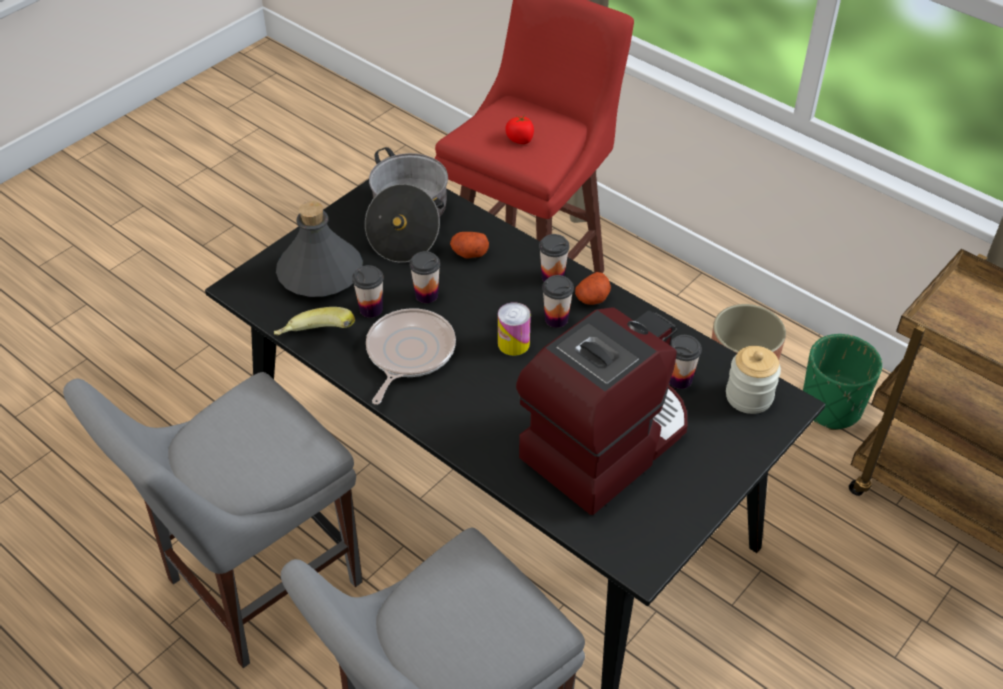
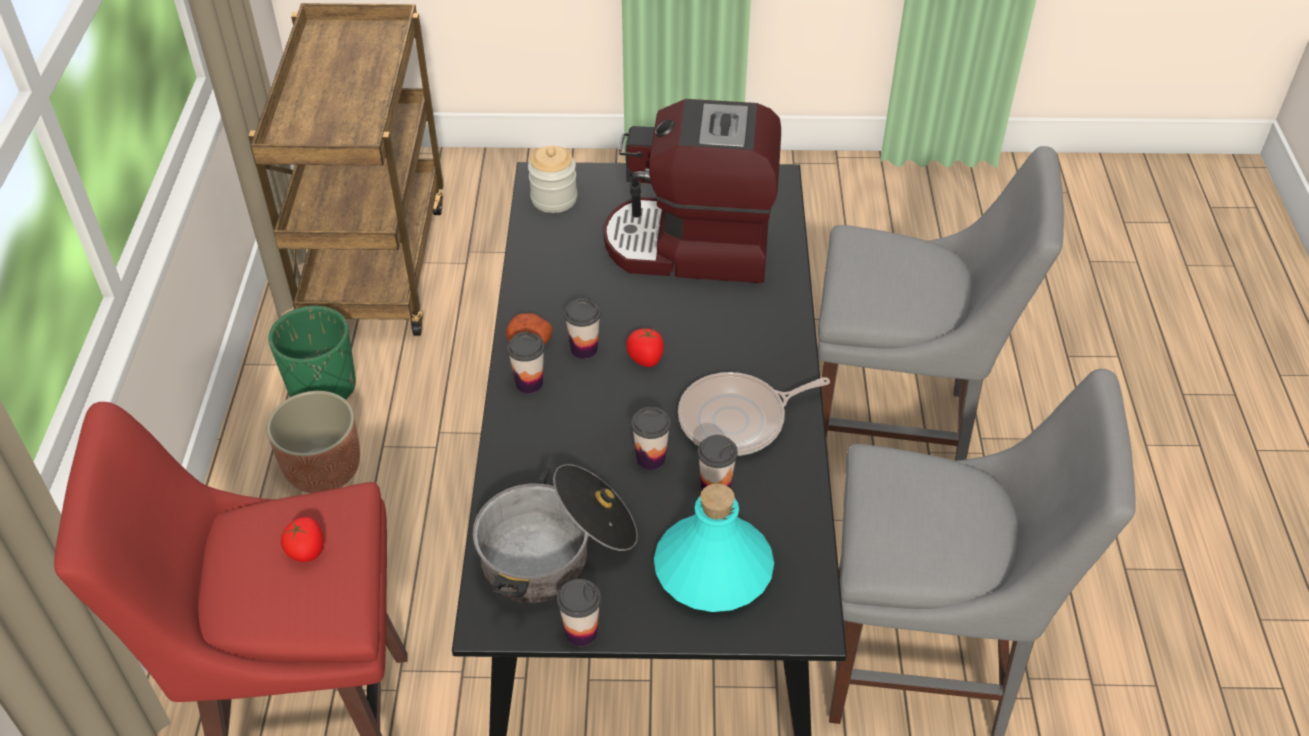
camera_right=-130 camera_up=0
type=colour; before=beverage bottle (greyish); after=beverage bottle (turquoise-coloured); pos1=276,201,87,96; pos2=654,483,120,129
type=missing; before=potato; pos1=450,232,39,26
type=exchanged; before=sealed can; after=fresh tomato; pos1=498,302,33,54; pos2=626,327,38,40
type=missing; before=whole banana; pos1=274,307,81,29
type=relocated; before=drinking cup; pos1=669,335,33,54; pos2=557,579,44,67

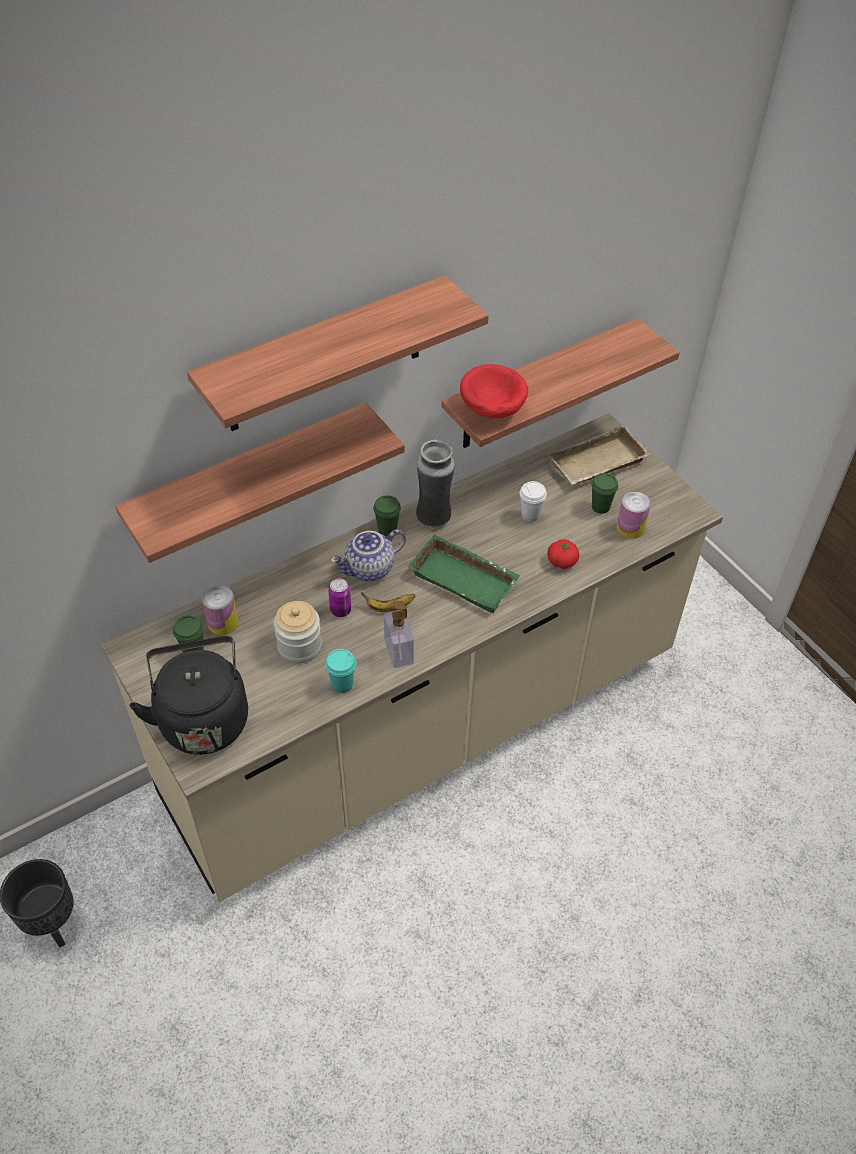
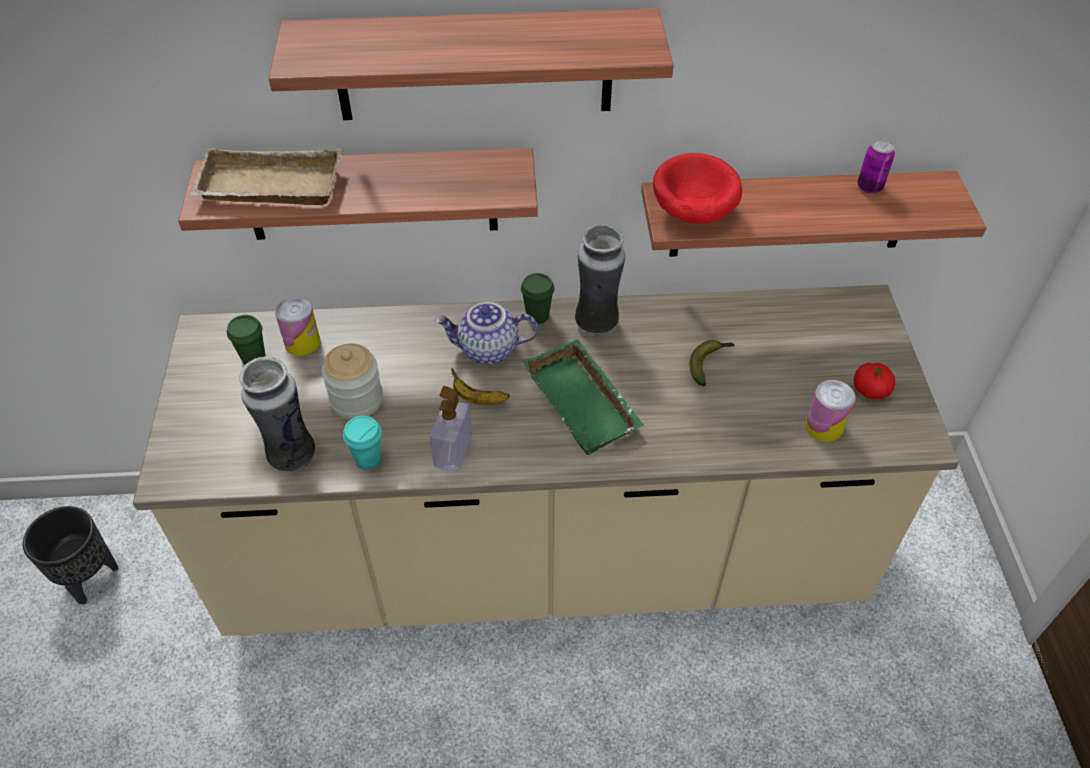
camera_right=30 camera_up=0
type=relocated; before=carrying tray (sand-coloured); pos1=547,424,103,61; pos2=189,148,152,57
type=missing; before=drinking cup (green-coloured); pos1=591,473,27,41
type=exchanged; before=drinking cup (white); after=whole banana; pos1=520,481,27,41; pos2=690,340,44,46
type=relocated; before=fresh tomato; pos1=547,539,32,30; pos2=854,363,41,36
type=relocated; before=sealed can; pos1=328,579,23,38; pos2=858,139,37,54
type=missing; before=water kettle (blackish); pos1=129,636,119,119
type=appeared; after=vase; pos2=239,356,76,116

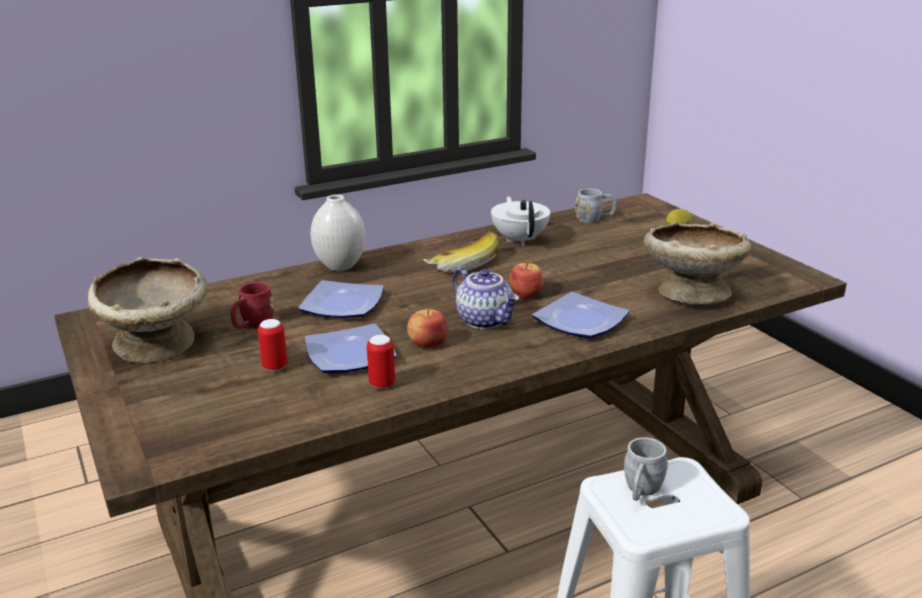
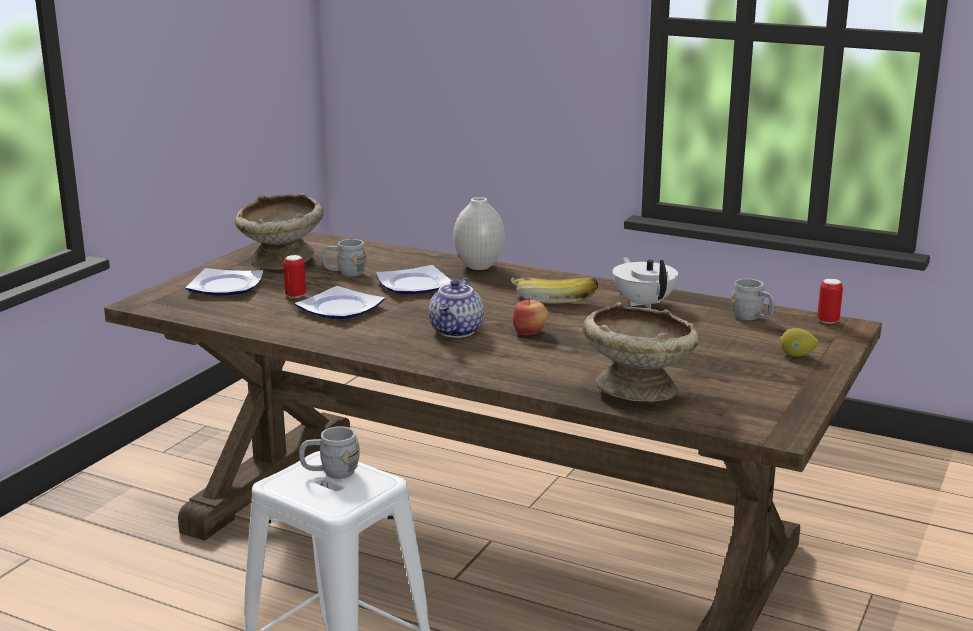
camera_right=55 camera_up=-5
type=spun; before=teapot (white); pos1=491,196,59,49; pos2=613,257,65,51; turn=-60
type=colour; before=tea mug (reddish); after=tea mug (greyish); pos1=230,282,44,47; pos2=322,239,45,38
type=relocated; before=plate; pos1=532,292,97,46; pos2=186,268,78,28
type=missing; before=apple fruit; pos1=407,308,41,40
type=relocated; before=sealed can; pos1=367,335,28,54; pos2=817,278,26,46

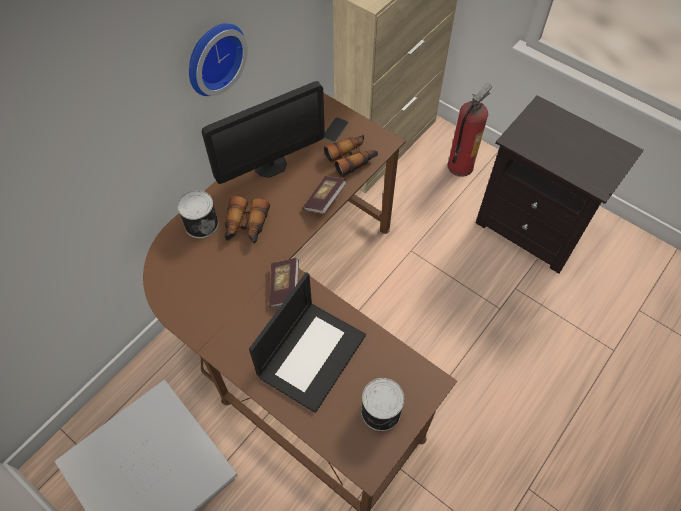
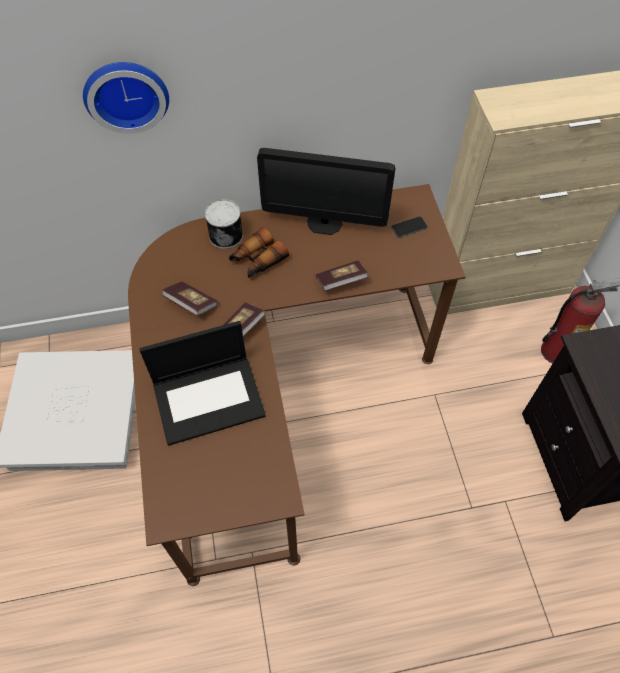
camera_right=40 camera_up=0
type=relocated; before=hanging clock; pos1=189,23,59,73; pos2=83,62,86,72
type=missing; before=binoculars; pos1=324,135,54,42
type=missing; before=sealed can; pos1=361,378,44,53
type=appeared; after=volume; pos2=162,282,56,34

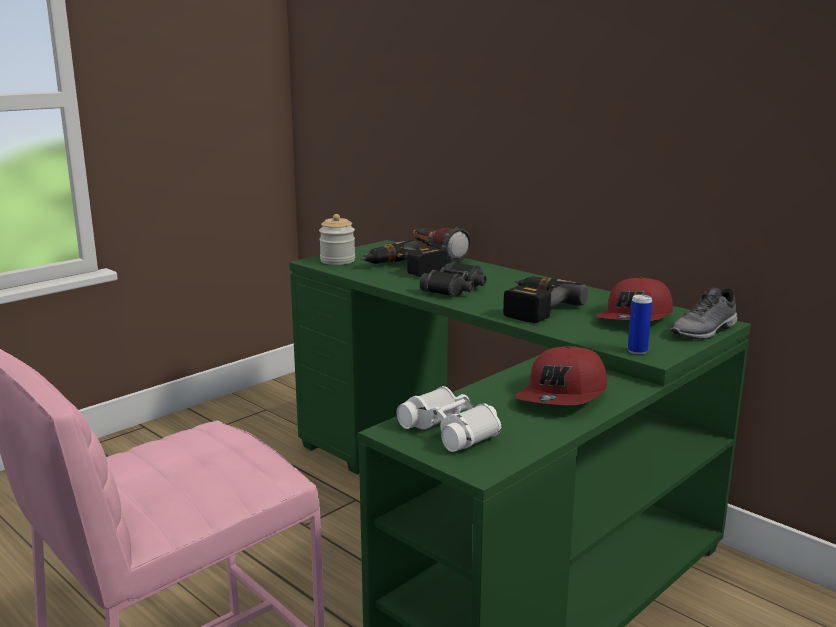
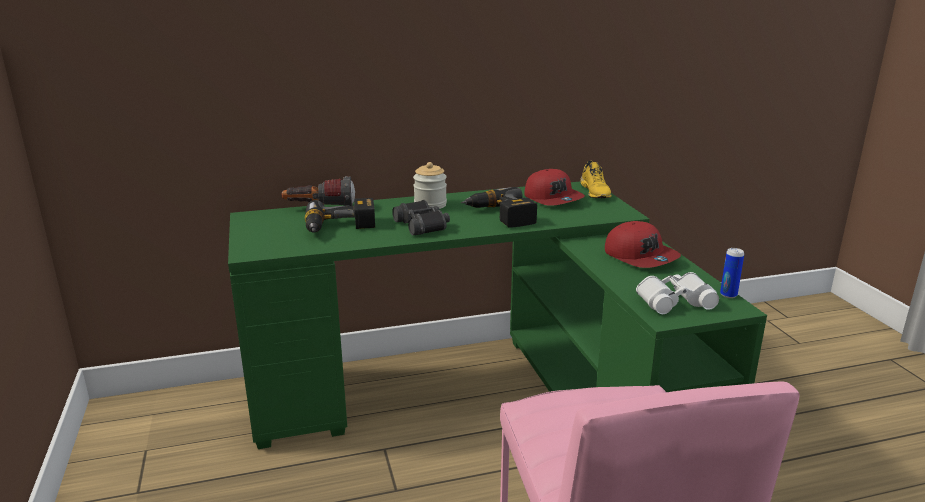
camera_right=-60 camera_up=5
type=relocated; before=preserve jar; pos1=319,214,36,51; pos2=413,162,34,47
type=colour; before=low shoe (greyish); after=low shoe (yellow); pos1=670,287,68,53; pos2=580,161,32,37
type=relocated; before=sealed can; pos1=628,294,24,60; pos2=720,248,24,50

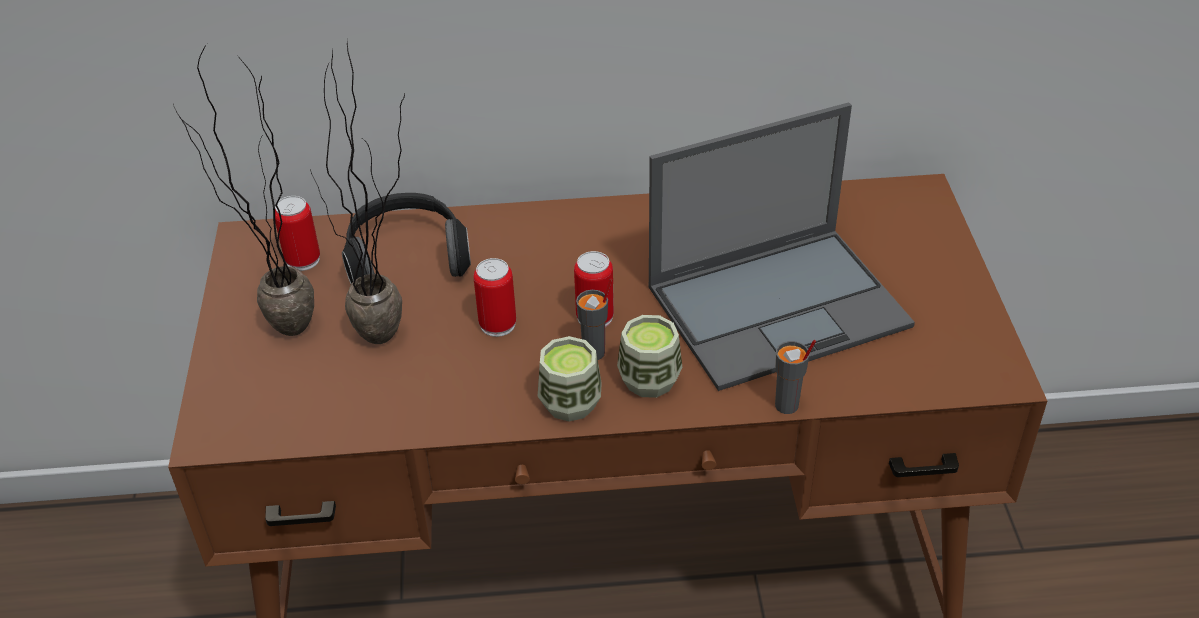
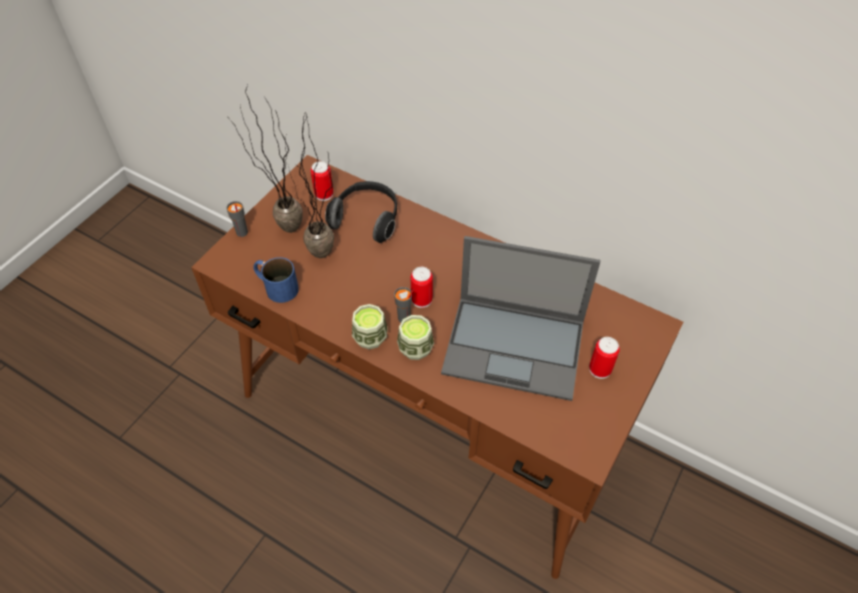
camera_right=35 camera_up=10
type=relocated; before=sealed can; pos1=474,258,42,79; pos2=589,337,31,42
type=relocated; before=drinking cup (greyish); pos1=775,340,41,74; pos2=226,201,22,36
type=appeared; after=tea mug (bluish); pos2=253,257,46,46

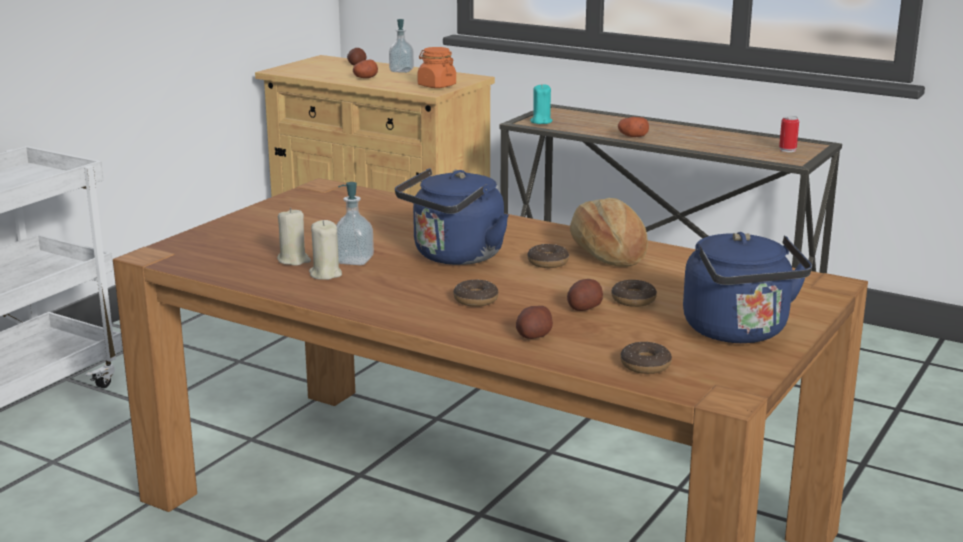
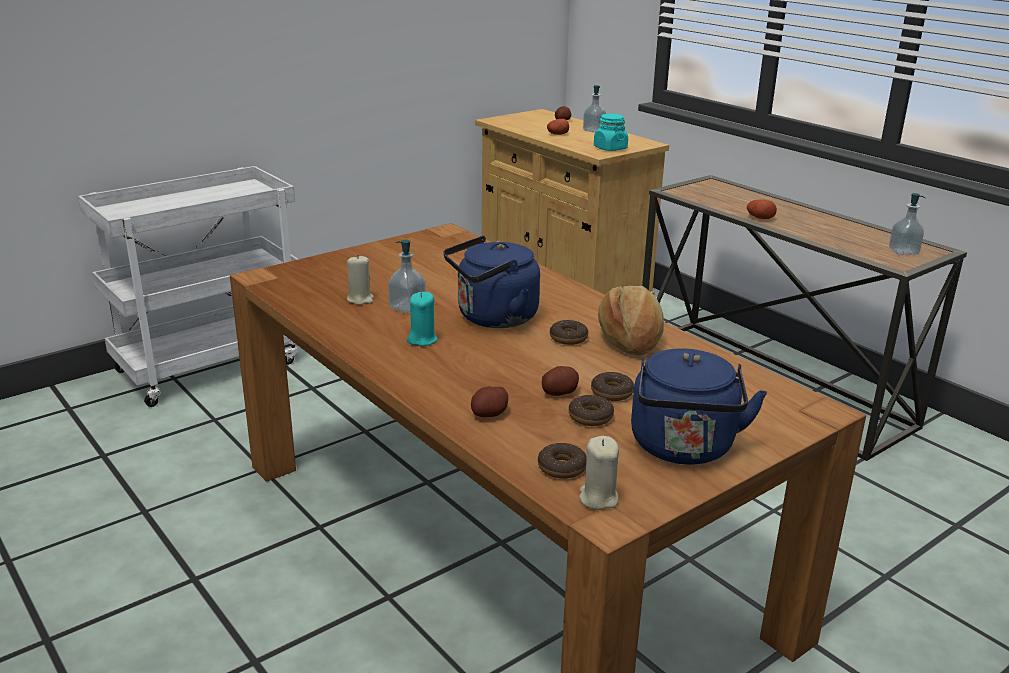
camera_right=20 camera_up=5
type=colour; before=preserve jar (orangey); after=preserve jar (turquoise-coloured); pos1=417,47,39,41; pos2=594,114,34,37
type=relocated; before=candle (turquoise-coloured); pos1=530,84,22,40; pos2=407,292,31,54
type=exchanged; before=sealed can; after=soap bottle; pos1=779,116,20,36; pos2=889,193,37,62
type=relocated; before=candle (sand-coloured); pos1=309,220,33,60; pos2=579,436,40,74
type=relocated; before=ring doughnut; pos1=453,279,45,28; pos2=569,395,45,31

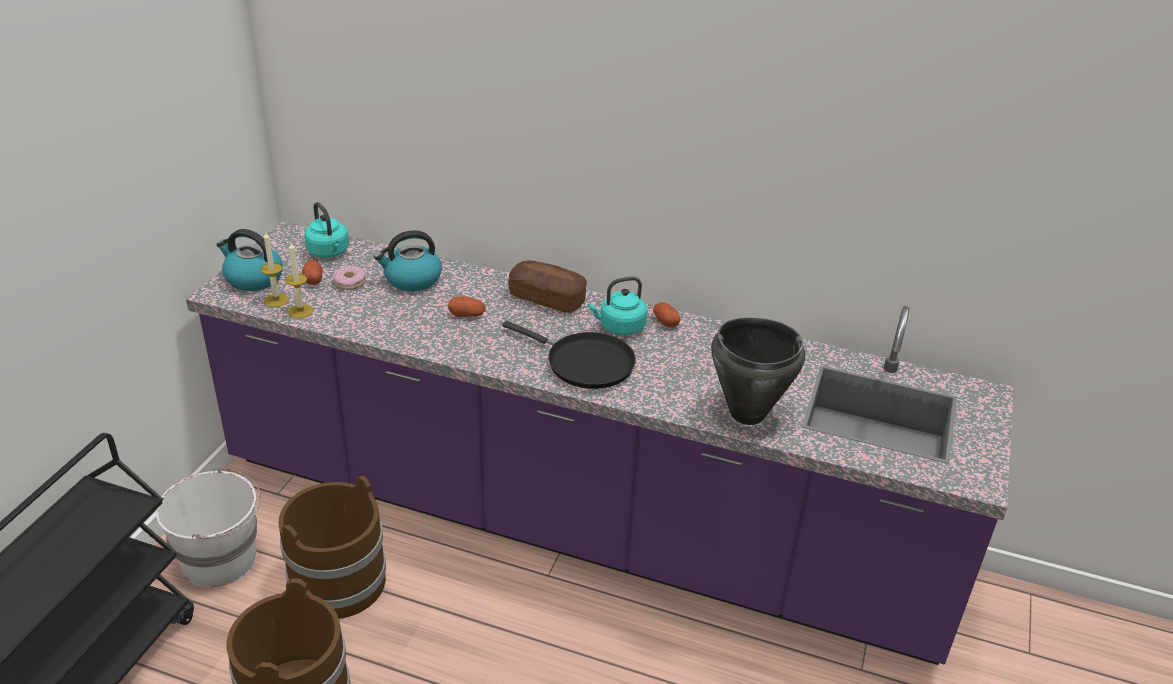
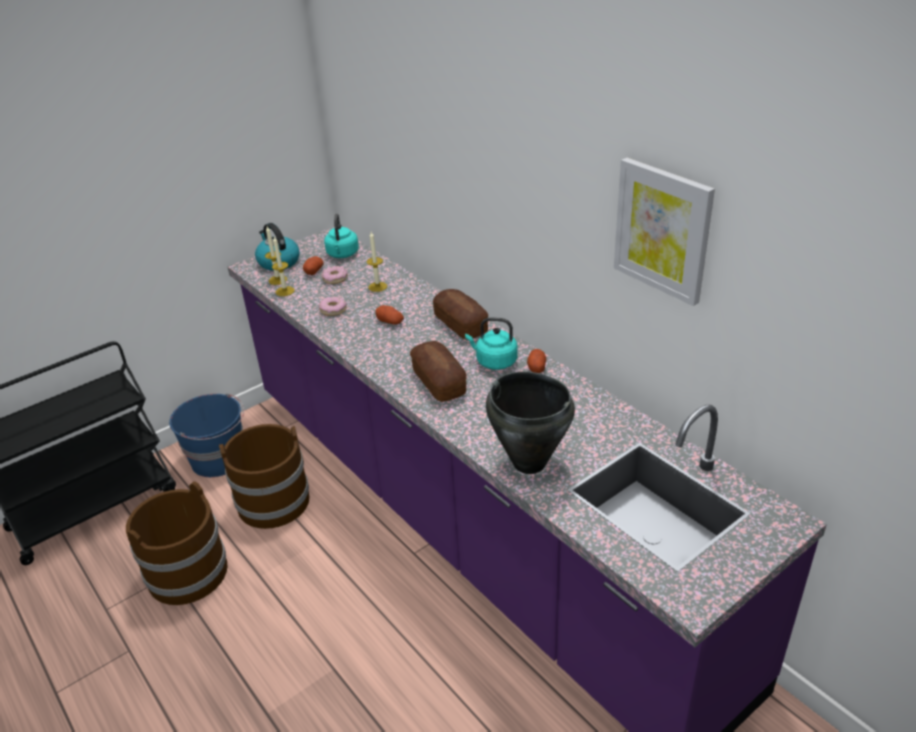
camera_right=35 camera_up=0
type=exchanged; before=water kettle; after=candle; pos1=374,230,68,62; pos2=367,232,20,60
type=exchanged; before=frying pan (blackish); after=bread; pos1=502,321,134,68; pos2=410,341,57,61
type=colour; before=water bucket (white); after=water bucket (bluish); pos1=156,468,105,119; pos2=169,393,75,84
type=appeared; after=wall picture; pos2=614,158,101,148
type=appeared; after=ring doughnut; pos2=319,296,28,20

